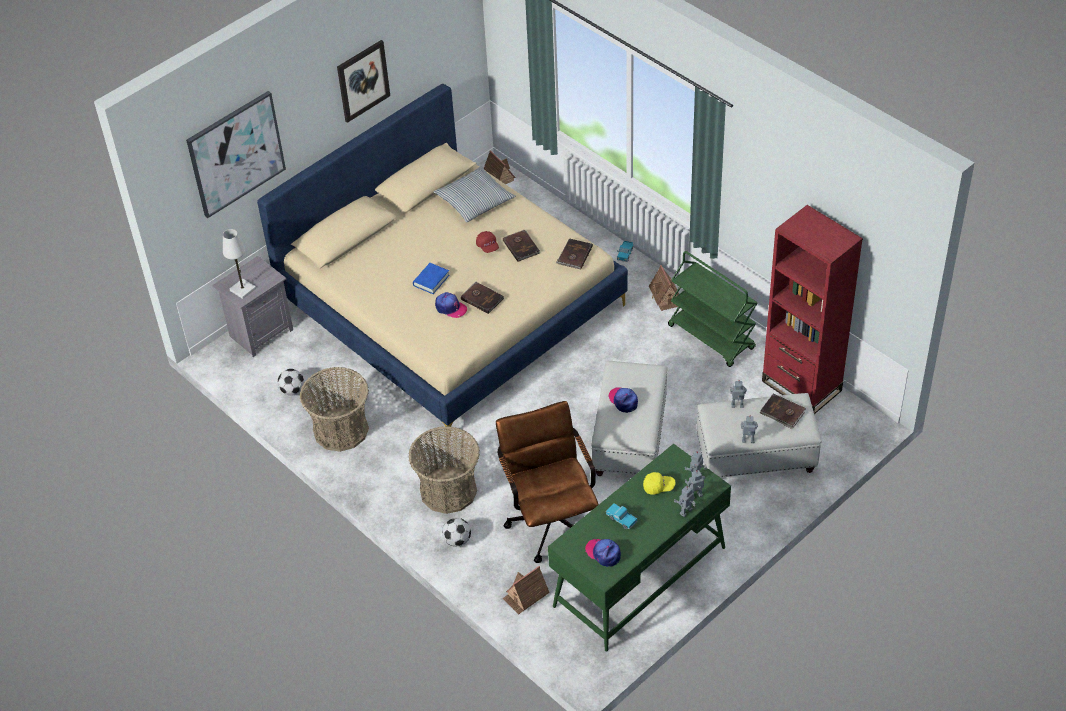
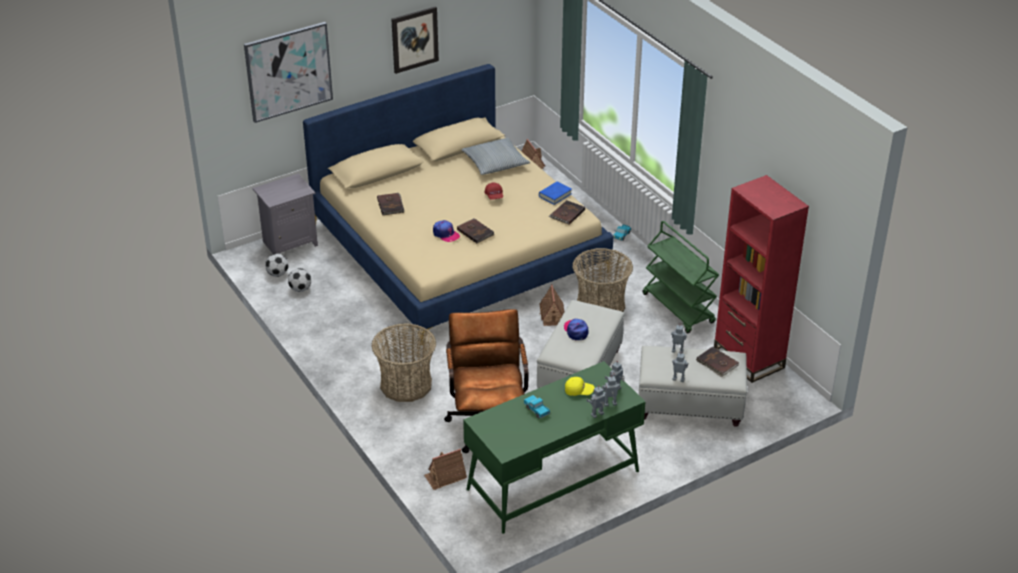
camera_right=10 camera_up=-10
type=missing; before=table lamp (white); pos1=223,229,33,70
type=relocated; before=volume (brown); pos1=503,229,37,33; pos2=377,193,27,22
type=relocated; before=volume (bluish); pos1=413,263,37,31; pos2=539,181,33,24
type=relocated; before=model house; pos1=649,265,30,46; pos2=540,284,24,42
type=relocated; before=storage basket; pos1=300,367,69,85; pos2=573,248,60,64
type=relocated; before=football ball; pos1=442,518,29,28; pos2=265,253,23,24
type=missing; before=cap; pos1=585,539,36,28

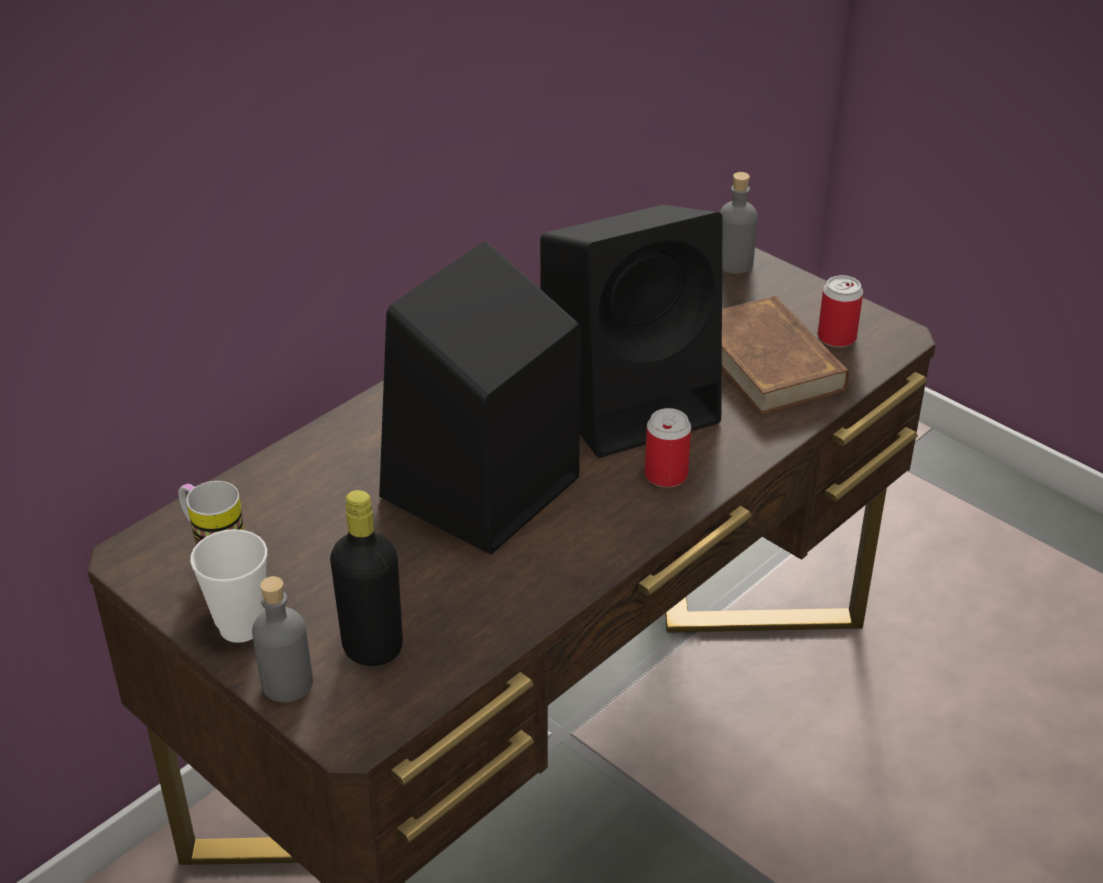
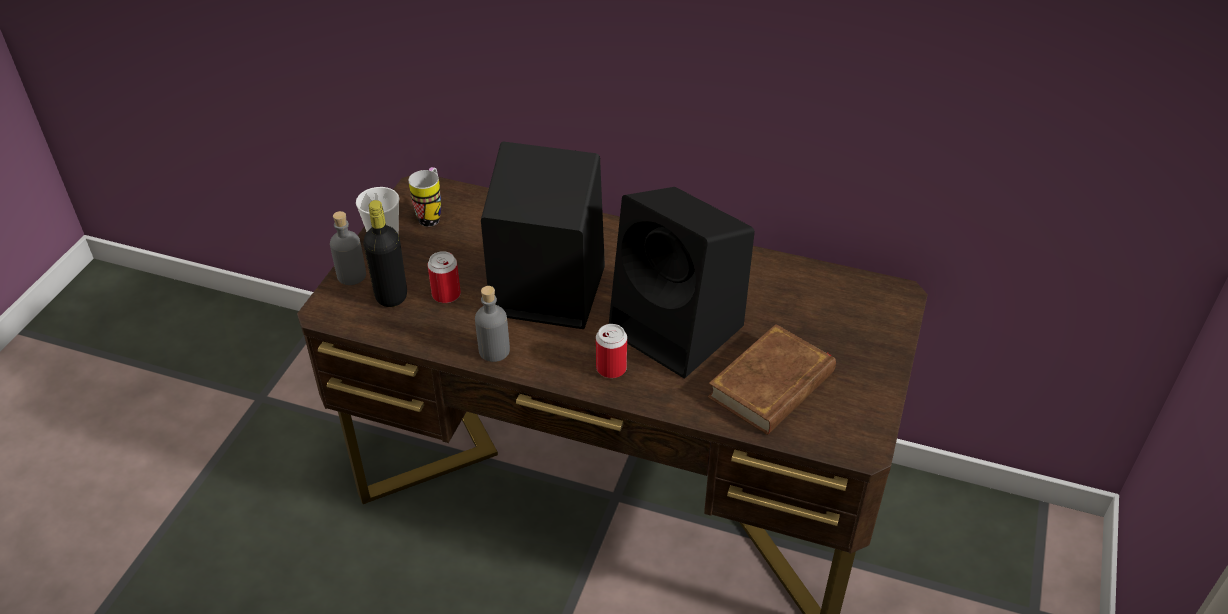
camera_right=65 camera_up=5
type=relocated; before=beverage bottle (greyish); pos1=720,172,38,102; pos2=475,286,35,76
type=relocated; before=sealed can; pos1=818,275,45,72; pos2=427,251,34,52

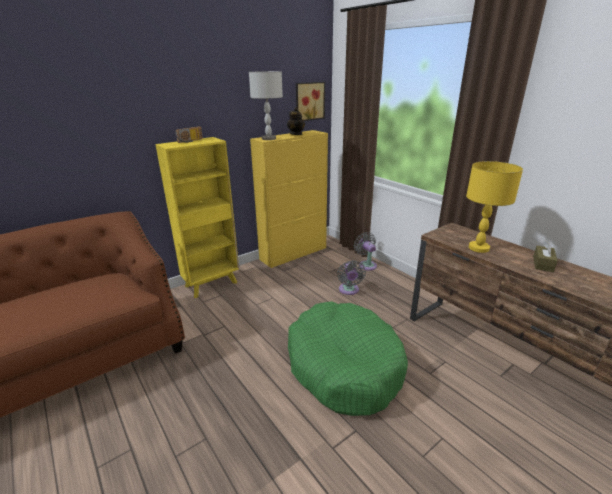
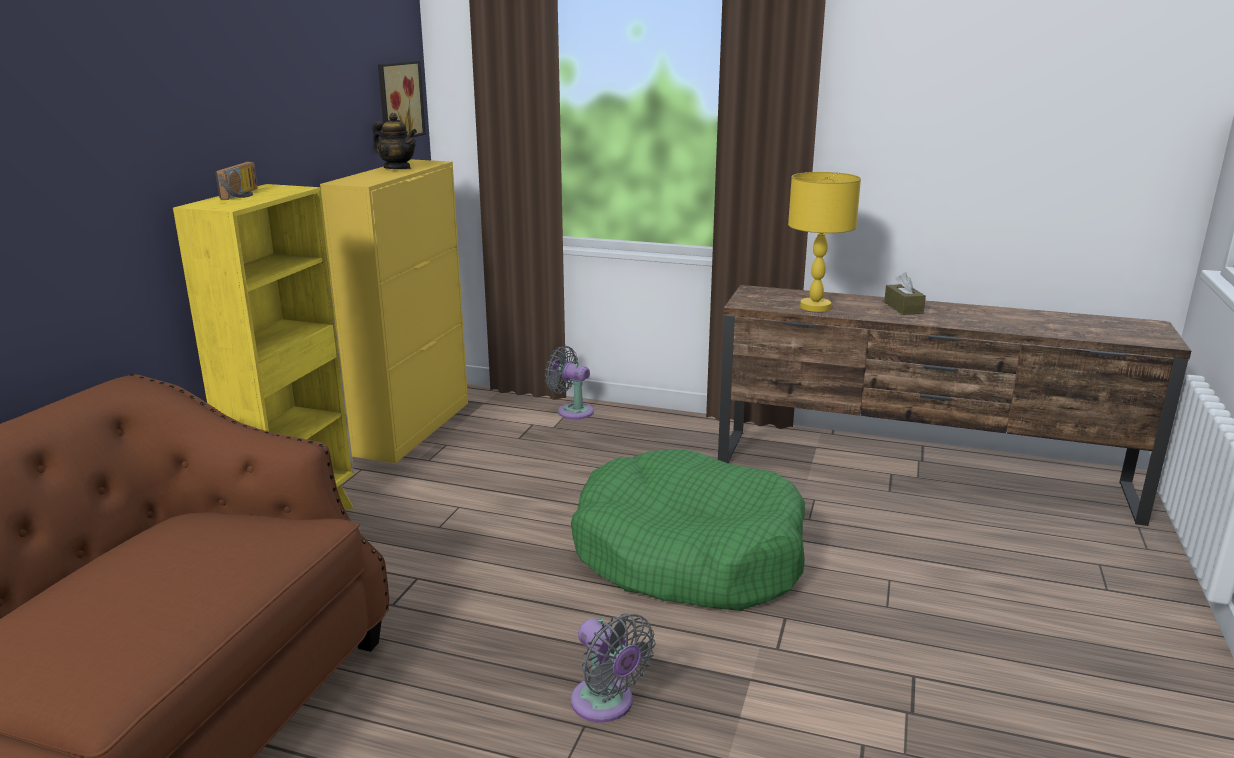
camera_right=-35 camera_up=-5
type=missing; before=table lamp (greyish); pos1=249,71,34,69
type=relocated; before=electric fan (greyish); pos1=337,260,29,35; pos2=571,613,84,110

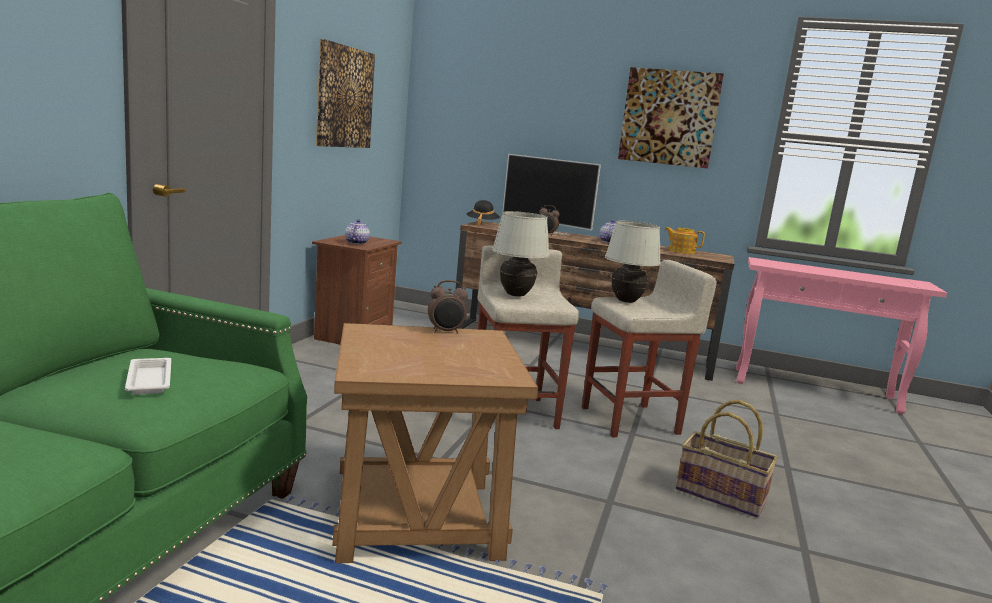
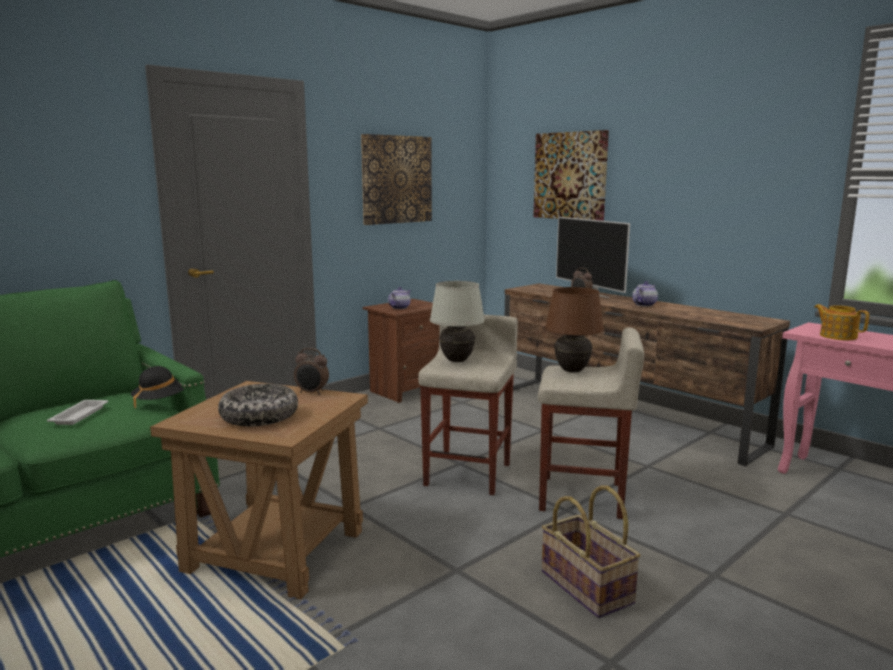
camera_right=30 camera_up=0
type=relocated; before=wall picture; pos1=618,67,106,102; pos2=533,130,76,91
type=relocated; before=hat (blackish); pos1=466,200,34,26; pos2=131,366,53,43
type=colour; before=table lamp (white); after=table lamp (brown); pos1=605,221,56,82; pos2=545,287,59,86
type=relocated; before=teapot; pos1=665,227,40,27; pos2=814,304,55,36
type=appeared; after=deep dish; pos2=218,384,80,42

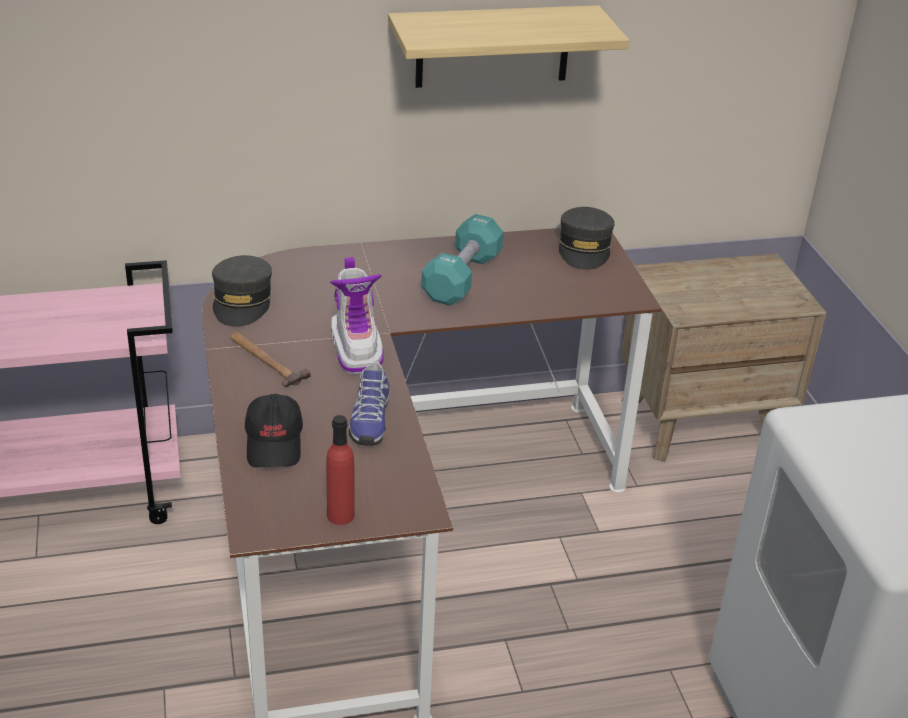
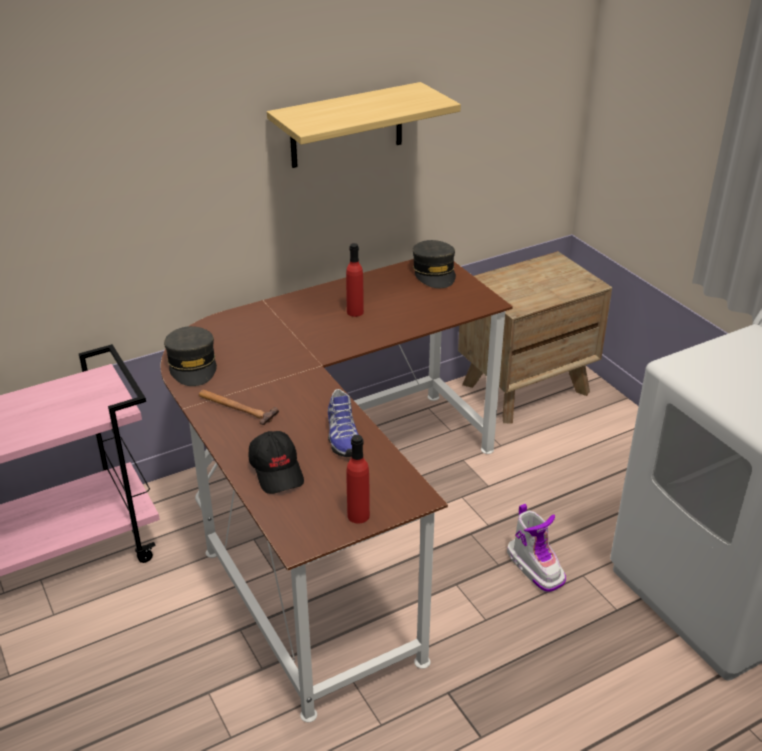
camera_right=-15 camera_up=0
type=exchanged; before=dumbbell (turquoise-coloured); after=beverage bottle (reddish); pos1=421,214,83,92; pos2=346,243,18,74
type=relocated; before=boot; pos1=330,257,54,117; pos2=507,504,59,88

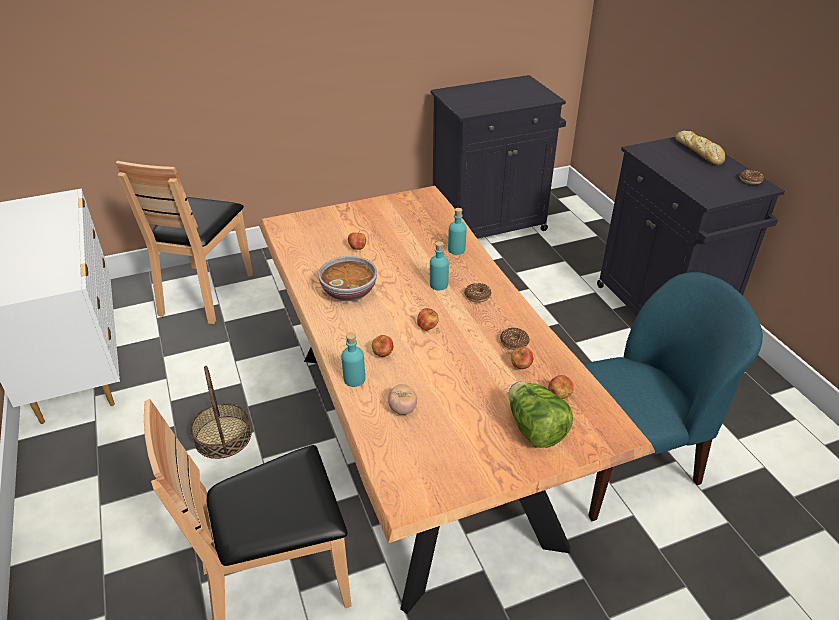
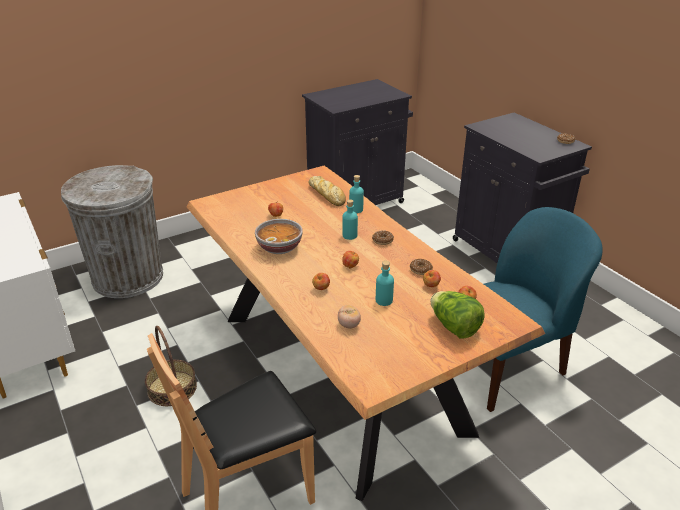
camera_right=-10 camera_up=-5
type=relocated; before=bread; pos1=676,131,49,34; pos2=309,176,37,30
type=exchanged; before=chair (brown); after=waste bin (greyish); pos1=116,161,137,163; pos2=61,165,102,133
type=relocated; before=beverage bottle (turquoise-coloured); pos1=341,332,24,55; pos2=376,261,18,45

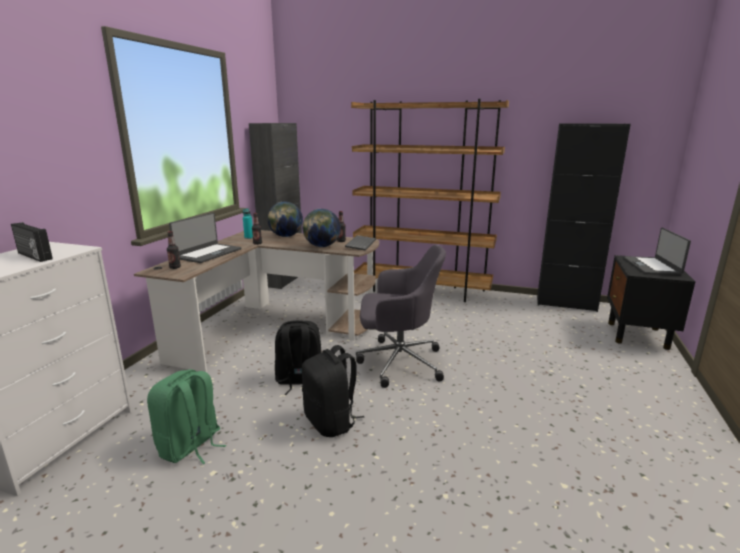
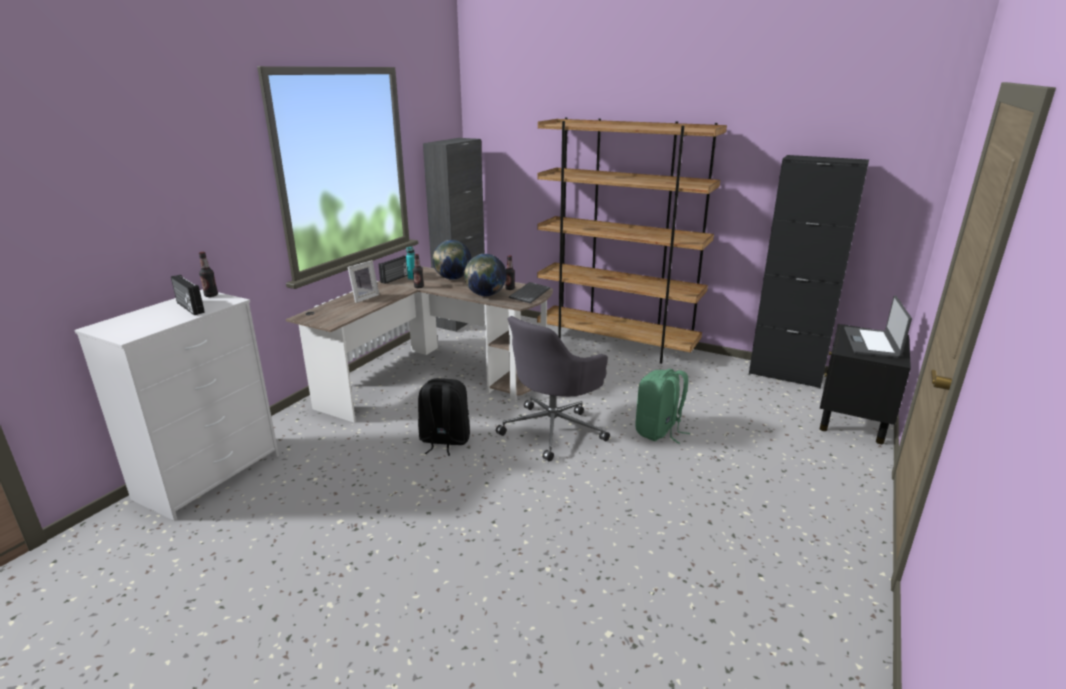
camera_right=10 camera_up=5
type=exchanged; before=notebook computer; after=picture frame; pos1=169,213,73,50; pos2=347,260,33,43
type=relocated; before=beverage bottle; pos1=167,231,14,38; pos2=199,252,19,45
type=spun; before=computer chair (greyish); pos1=356,245,90,143; pos2=496,316,114,146; turn=120
type=missing; before=rucksack (blackish); pos1=302,345,62,92
type=relocated; before=rucksack (green-coloured); pos1=147,369,79,95; pos2=636,369,54,75
type=appeared; after=radio set; pos2=379,255,29,29

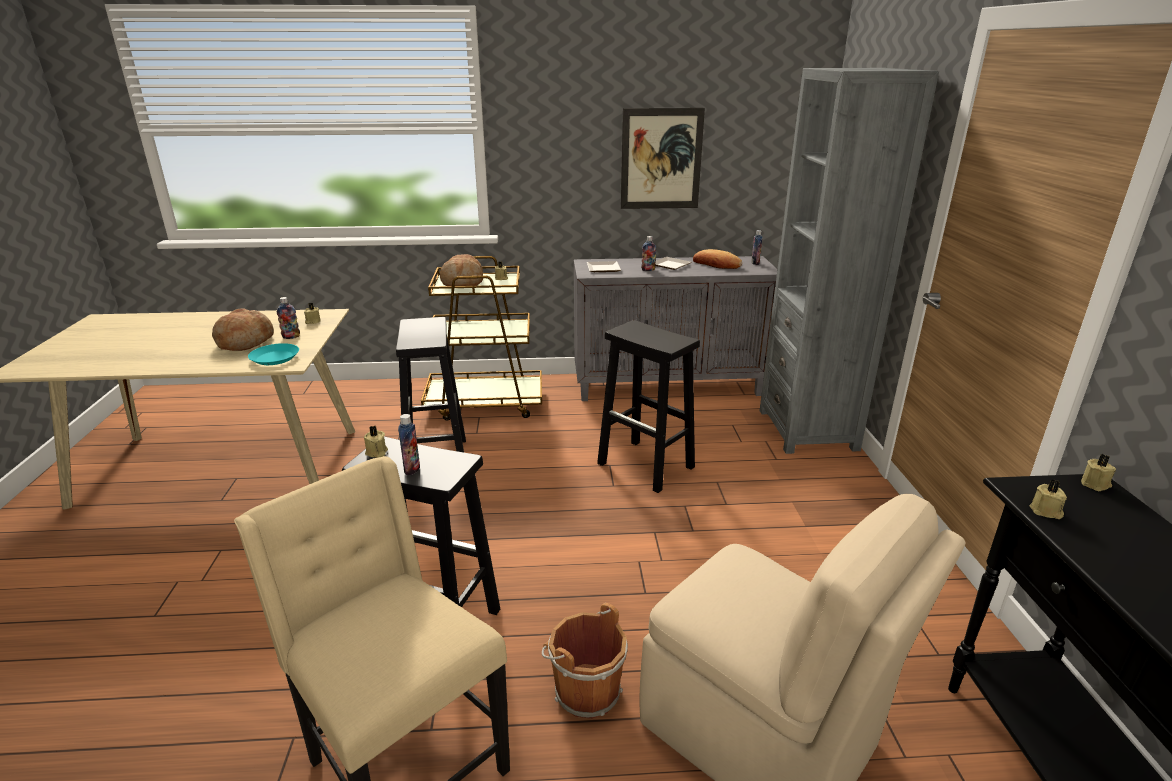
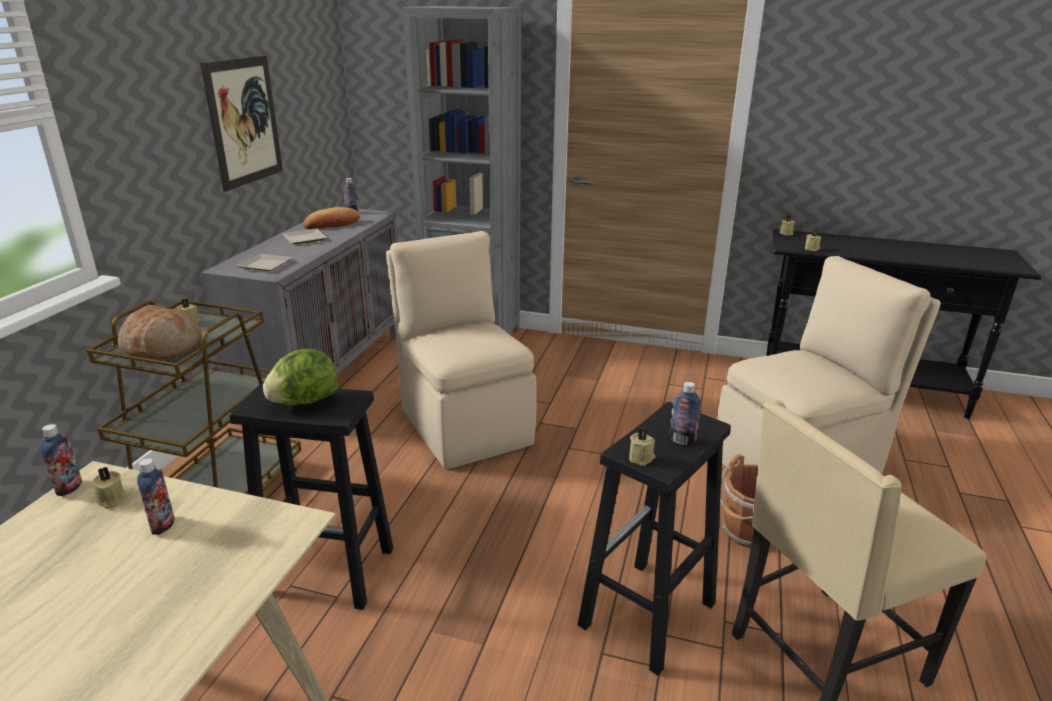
camera_right=-70 camera_up=0
type=relocated; before=beverage bottle; pos1=641,236,15,35; pos2=41,424,41,72
type=missing; before=bread; pos1=212,308,62,43
type=exchanged; before=sitting stool (blackish); after=chair (sand-coloured); pos1=597,320,103,173; pos2=386,231,150,238
type=missing; before=plate (turquoise-coloured); pos1=248,343,51,22
type=appeared; after=lettuce; pos2=263,349,74,56

